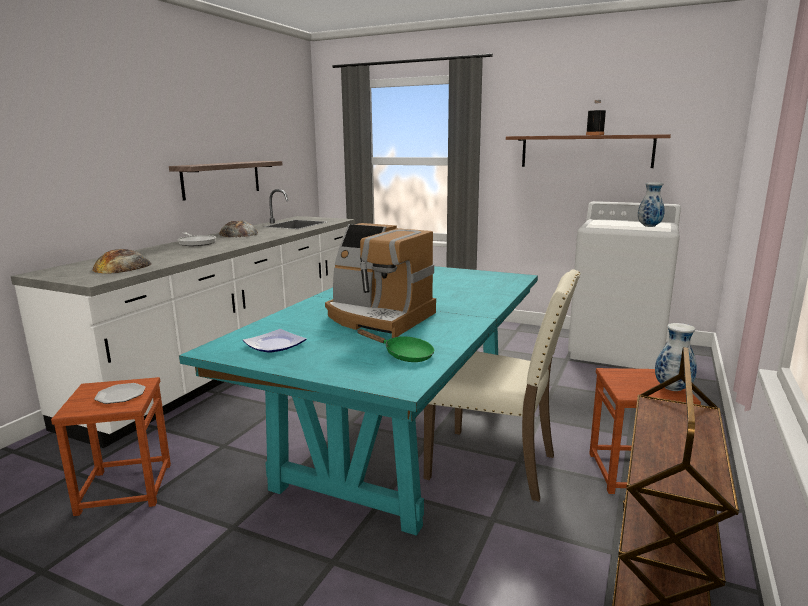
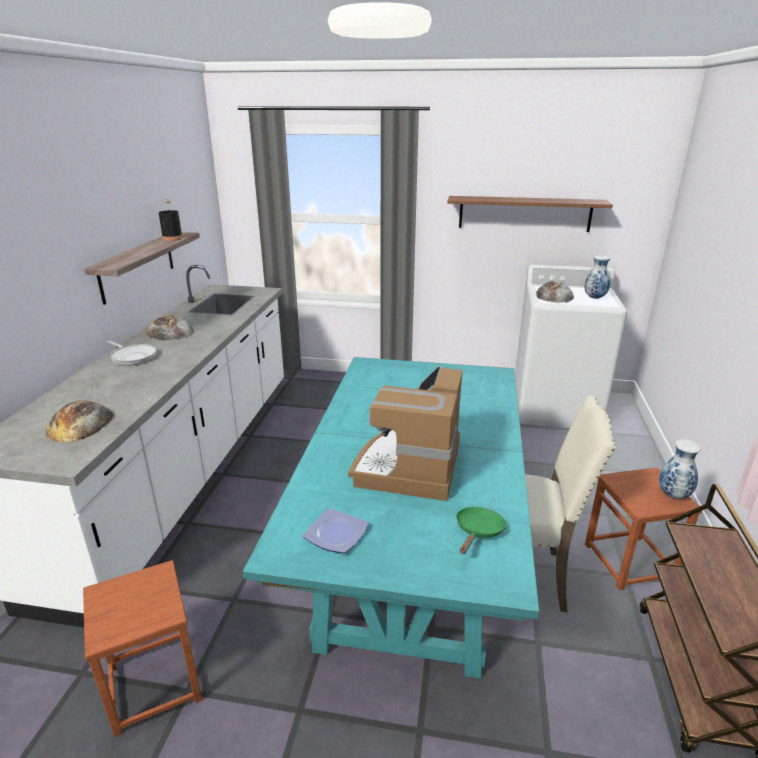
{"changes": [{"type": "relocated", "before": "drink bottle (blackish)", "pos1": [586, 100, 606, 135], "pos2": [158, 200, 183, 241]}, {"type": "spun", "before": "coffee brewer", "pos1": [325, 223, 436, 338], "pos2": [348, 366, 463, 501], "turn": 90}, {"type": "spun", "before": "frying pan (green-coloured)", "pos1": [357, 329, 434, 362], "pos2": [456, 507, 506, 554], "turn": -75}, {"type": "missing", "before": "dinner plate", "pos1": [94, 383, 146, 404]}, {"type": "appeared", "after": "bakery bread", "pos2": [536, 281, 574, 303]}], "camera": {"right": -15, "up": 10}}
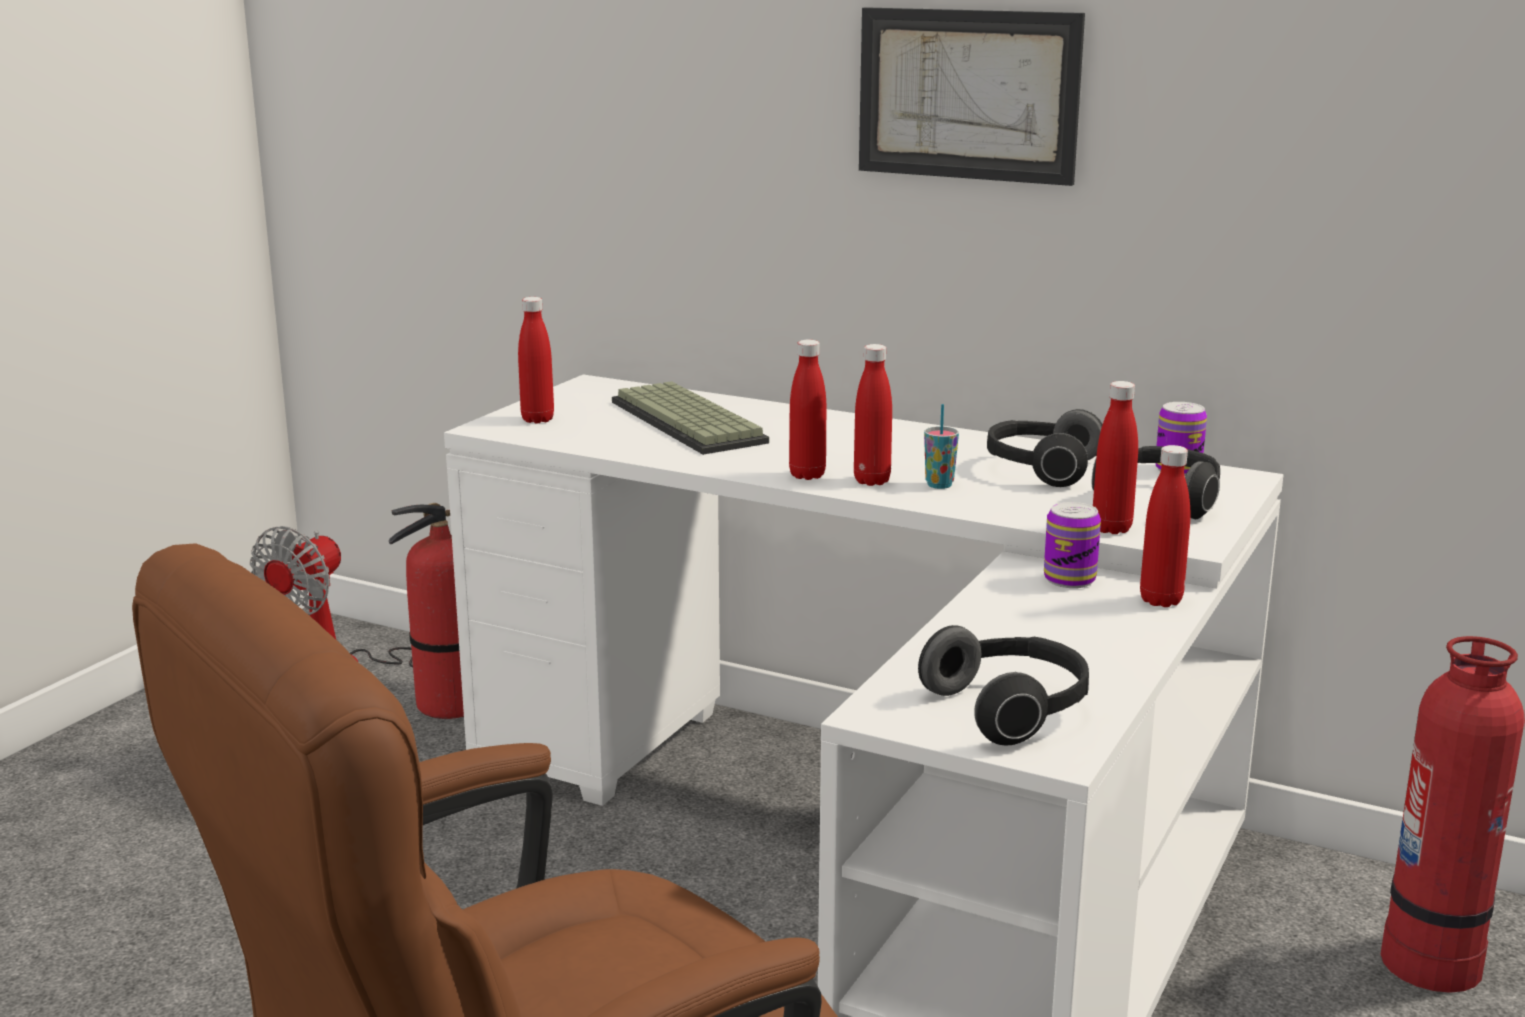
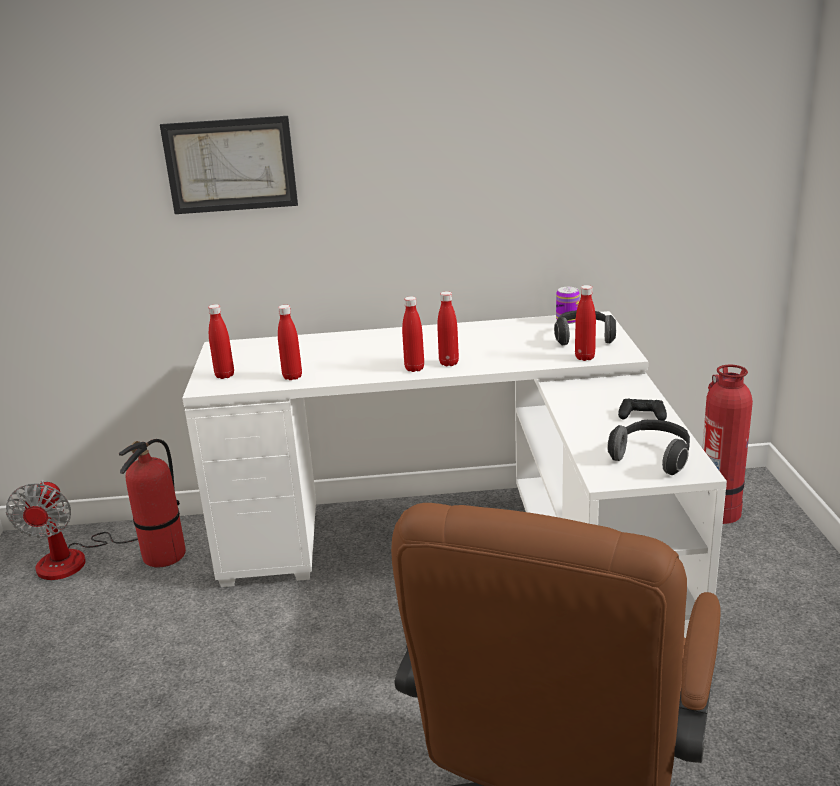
{"changes": [{"type": "relocated", "before": "wall picture", "pos1": [859, 7, 1085, 186], "pos2": [160, 116, 298, 214]}, {"type": "missing", "before": "keyboard", "pos1": [612, 381, 769, 455]}, {"type": "missing", "before": "small cup", "pos1": [924, 404, 959, 489]}, {"type": "missing", "before": "headphones", "pos1": [987, 409, 1103, 487]}, {"type": "relocated", "before": "drink bottle (red)", "pos1": [1140, 445, 1190, 607], "pos2": [278, 305, 302, 380]}, {"type": "missing", "before": "sealed can", "pos1": [1044, 502, 1101, 588]}, {"type": "appeared", "after": "game controller (blackish)", "pos2": [618, 399, 667, 421]}], "camera": {"right": -30, "up": 5}}
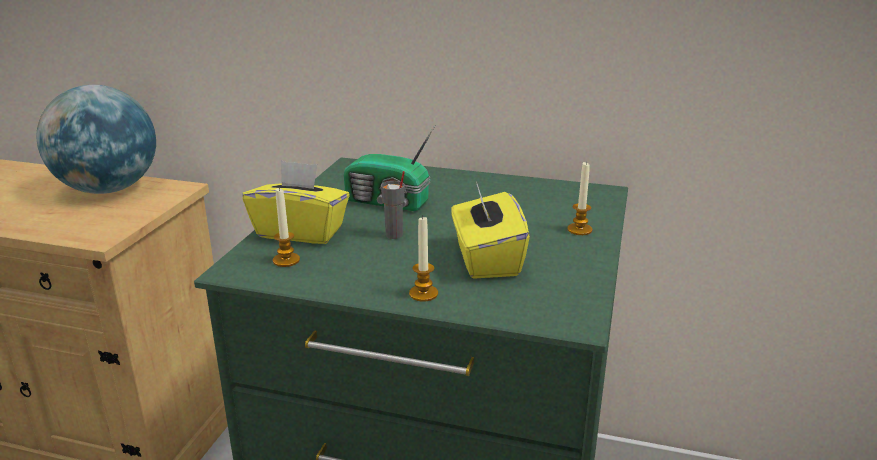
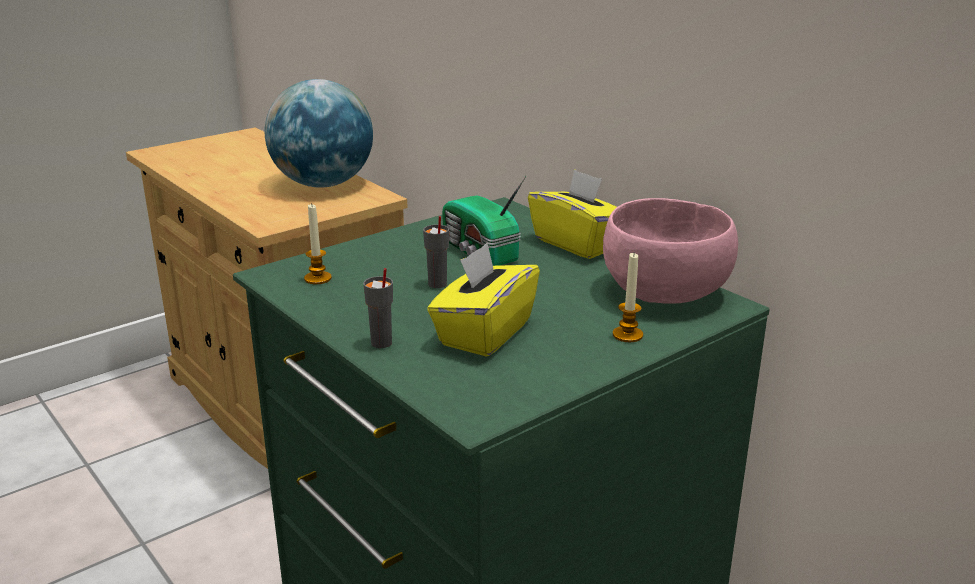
{"changes": [{"type": "relocated", "before": "tissue box (yellow)", "pos1": [242, 160, 350, 244], "pos2": [528, 169, 616, 259]}, {"type": "exchanged", "before": "candle", "after": "small cup (greyish)", "pos1": [409, 215, 438, 302], "pos2": [363, 268, 393, 348]}, {"type": "appeared", "after": "deep dish (pink)", "pos2": [603, 198, 738, 304]}], "camera": {"right": 35, "up": 0}}
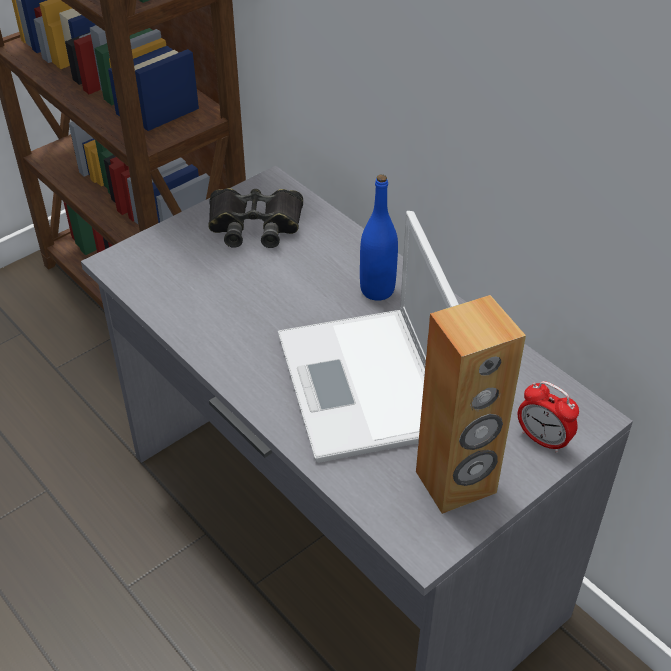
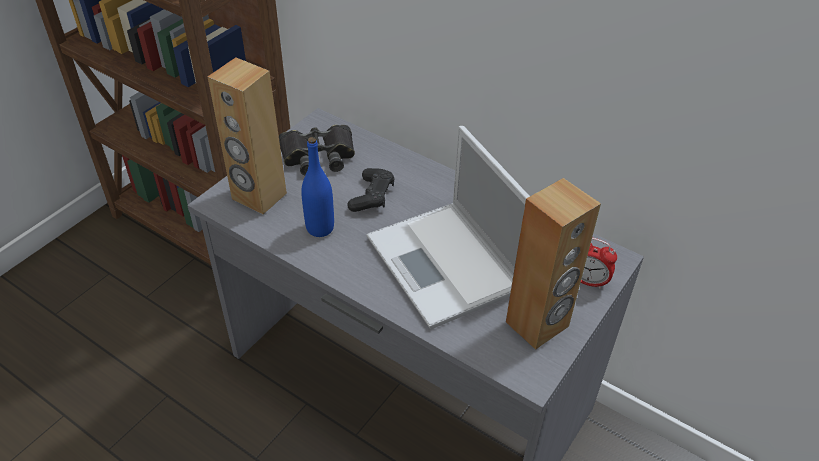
{"changes": [{"type": "relocated", "before": "drink bottle (blue)", "pos1": [360, 174, 398, 301], "pos2": [301, 137, 334, 237]}, {"type": "appeared", "after": "speaker (brown-coloured)", "pos2": [208, 57, 287, 214]}, {"type": "appeared", "after": "game controller (blackish)", "pos2": [347, 168, 394, 212]}], "camera": {"right": -15, "up": 0}}
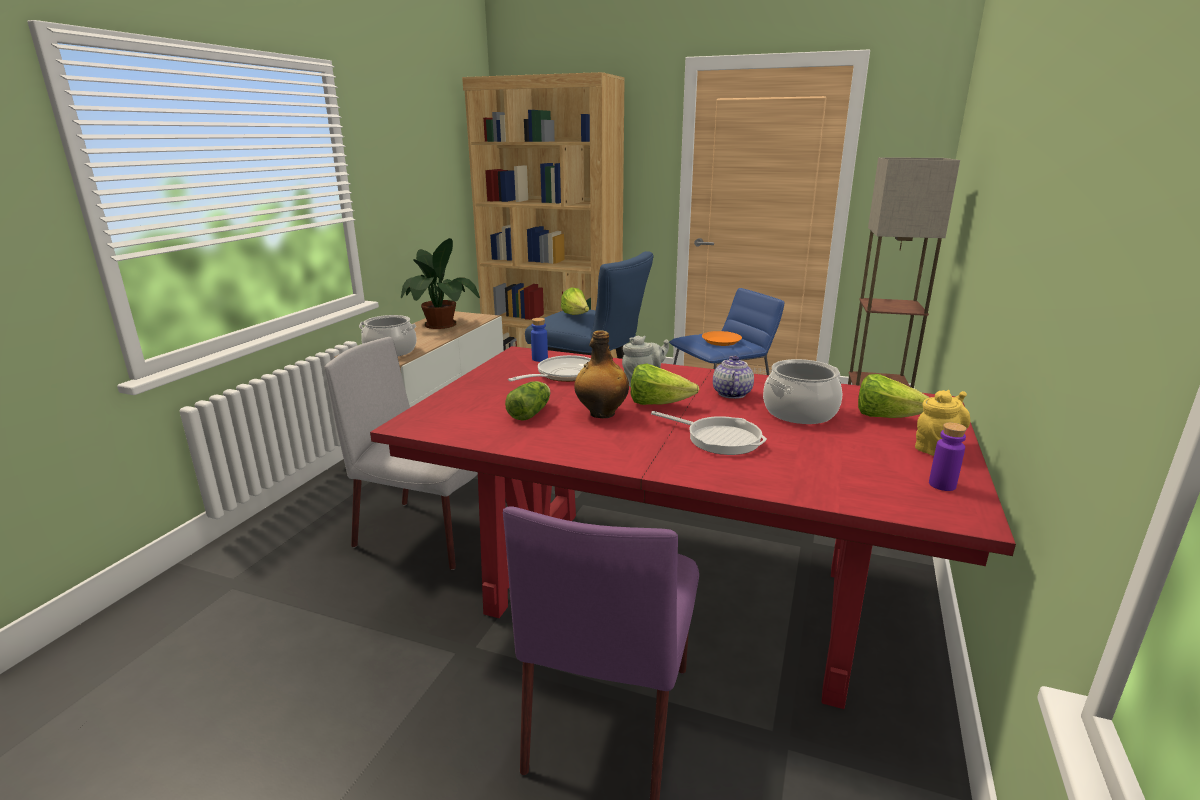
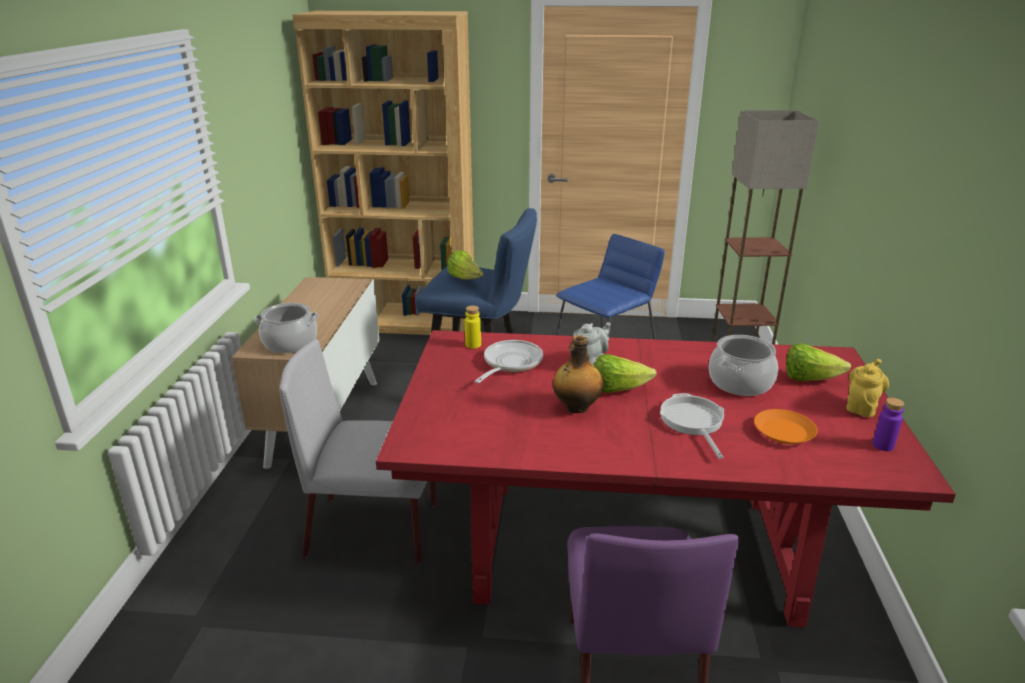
{"changes": [{"type": "missing", "before": "plant in a pot", "pos1": [401, 238, 480, 329]}, {"type": "colour", "before": "drink bottle (blue)", "after": "drink bottle (yellow)", "pos1": [531, 318, 548, 362], "pos2": [465, 306, 481, 349]}, {"type": "relocated", "before": "dinner plate (orangey)", "pos1": [702, 331, 742, 346], "pos2": [754, 409, 818, 444]}, {"type": "missing", "before": "pot for tea", "pos1": [713, 356, 754, 399]}, {"type": "missing", "before": "lettuce", "pos1": [505, 381, 551, 421]}, {"type": "spun", "before": "frying pan", "pos1": [651, 411, 767, 455], "pos2": [660, 393, 724, 459], "turn": -120}], "camera": {"right": -15, "up": 5}}
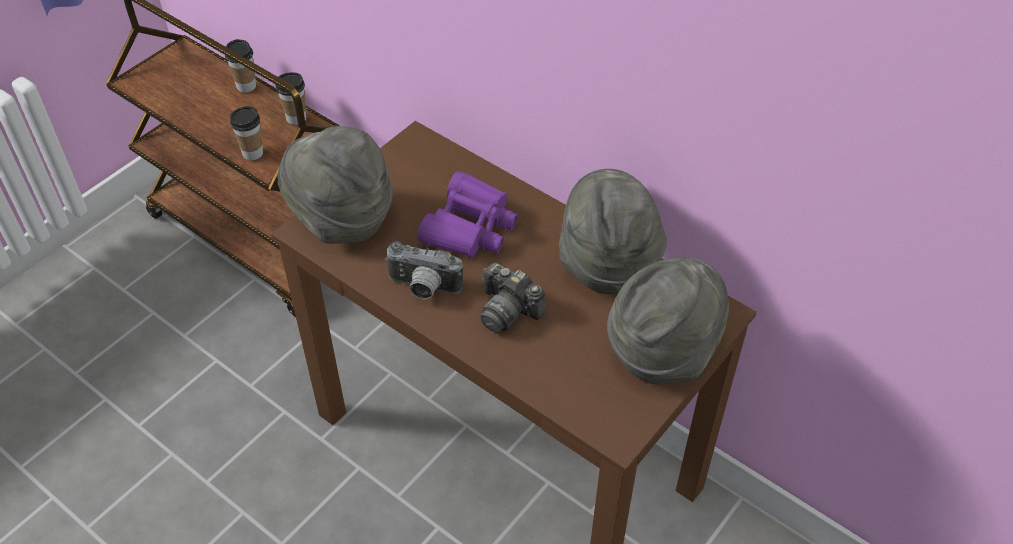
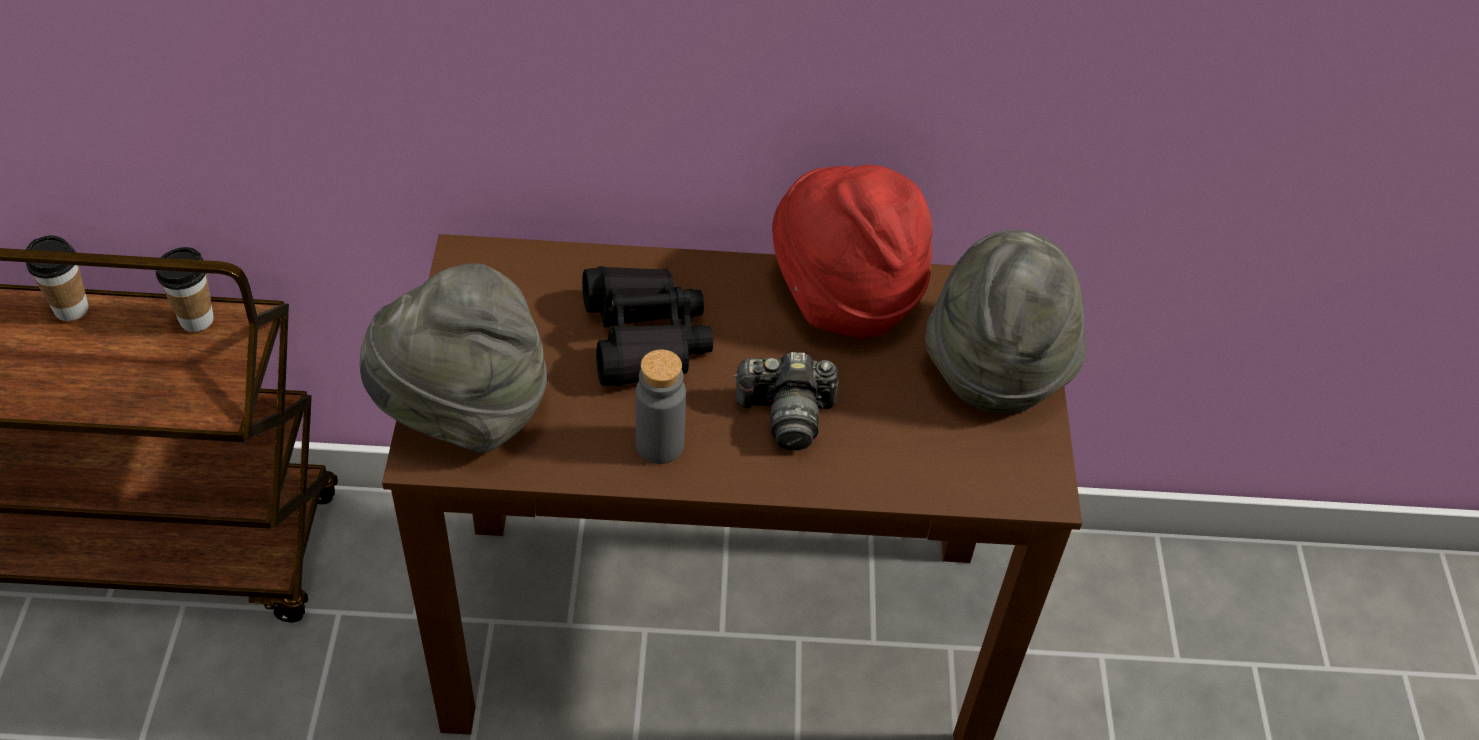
{"changes": [{"type": "missing", "before": "small cup", "pos1": [230, 106, 263, 160]}, {"type": "colour", "before": "wearable hat (greyish)", "after": "wearable hat (red)", "pos1": [559, 169, 667, 294], "pos2": [772, 165, 932, 338]}, {"type": "colour", "before": "pair of binoculars (purple-coloured)", "after": "pair of binoculars (blackish)", "pos1": [417, 171, 518, 258], "pos2": [582, 266, 713, 386]}, {"type": "exchanged", "before": "still camera", "after": "drink bottle (greyish)", "pos1": [385, 241, 463, 299], "pos2": [636, 349, 686, 464]}], "camera": {"right": -40, "up": 0}}
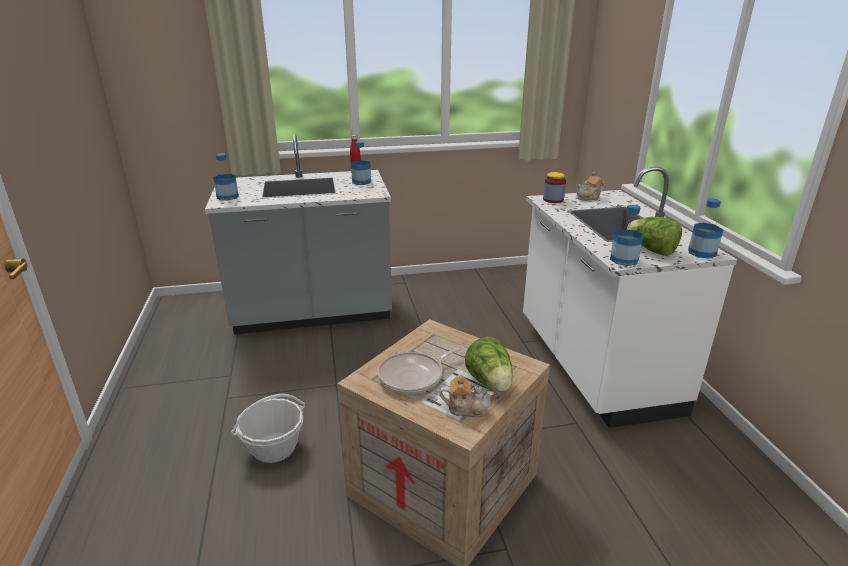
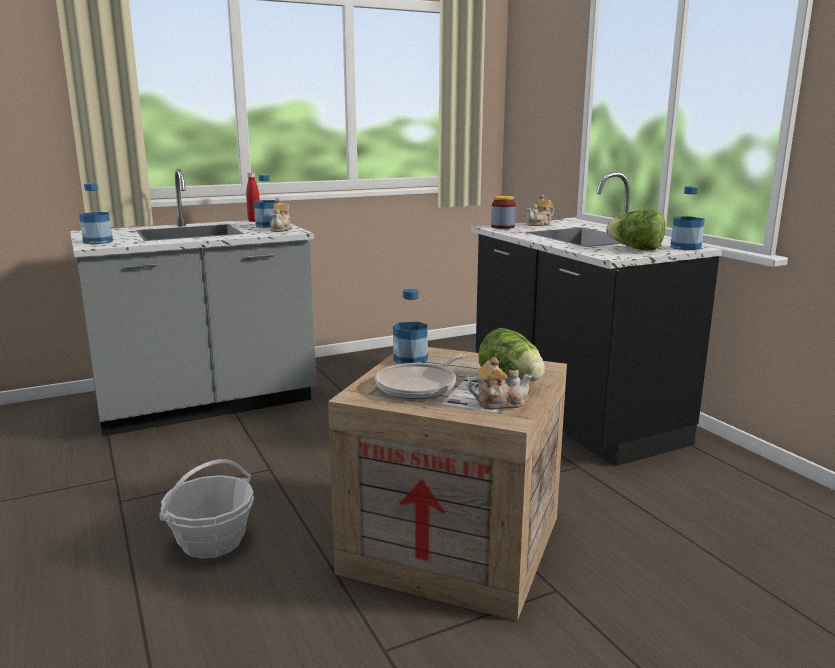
{"changes": [{"type": "colour", "before": "counter (white-coloured)", "after": "counter (blackish)", "pos1": [523, 166, 738, 428], "pos2": [471, 172, 722, 466]}, {"type": "relocated", "before": "drink bottle", "pos1": [610, 205, 643, 266], "pos2": [393, 289, 428, 364]}, {"type": "appeared", "after": "pot for tea", "pos2": [270, 198, 292, 232]}], "camera": {"right": -15, "up": -10}}
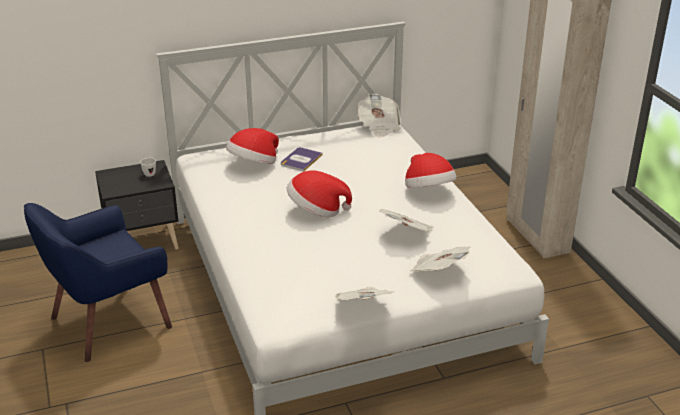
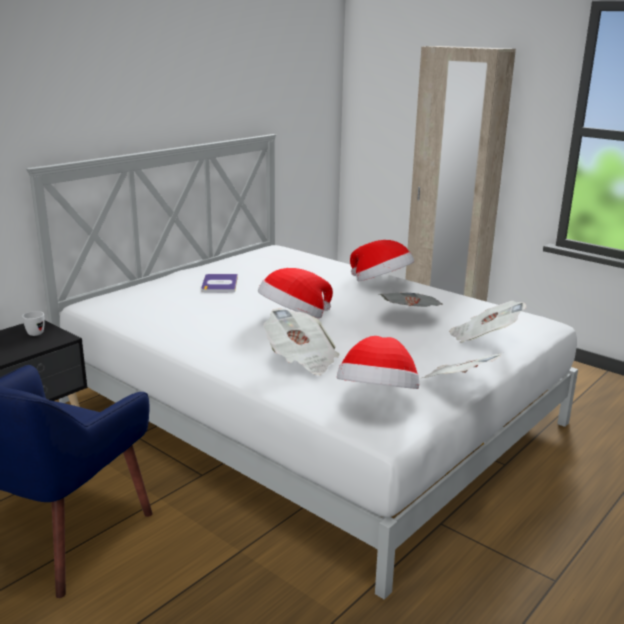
{"changes": [{"type": "relocated", "before": "daily paper", "pos1": [358, 93, 401, 138], "pos2": [263, 308, 340, 375]}, {"type": "relocated", "before": "wearable hat", "pos1": [226, 128, 279, 164], "pos2": [337, 336, 419, 389]}], "camera": {"right": -30, "up": -10}}
